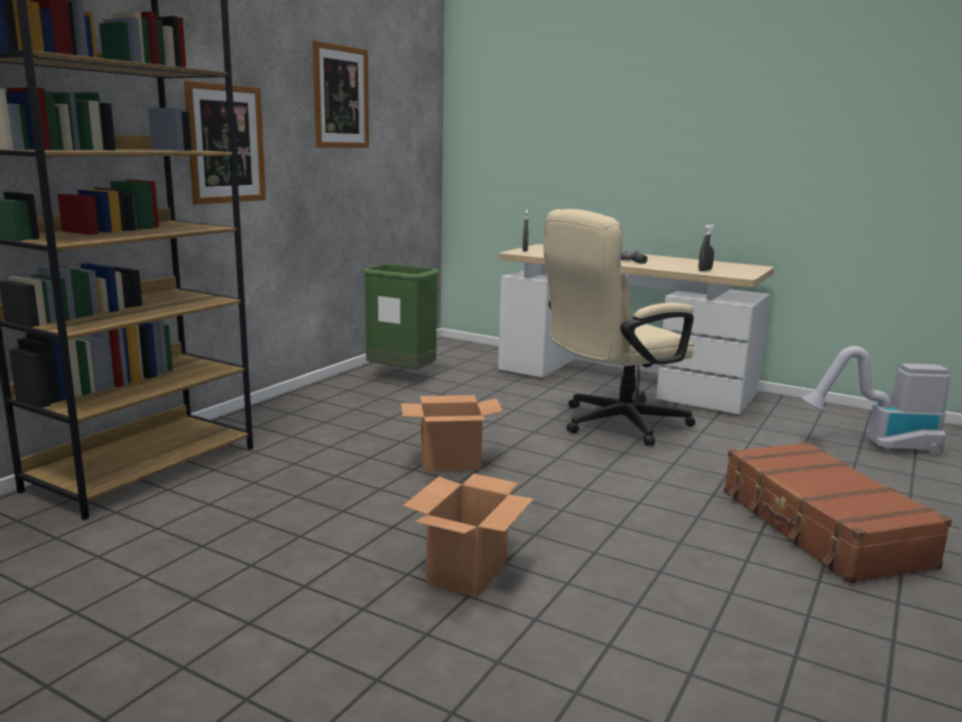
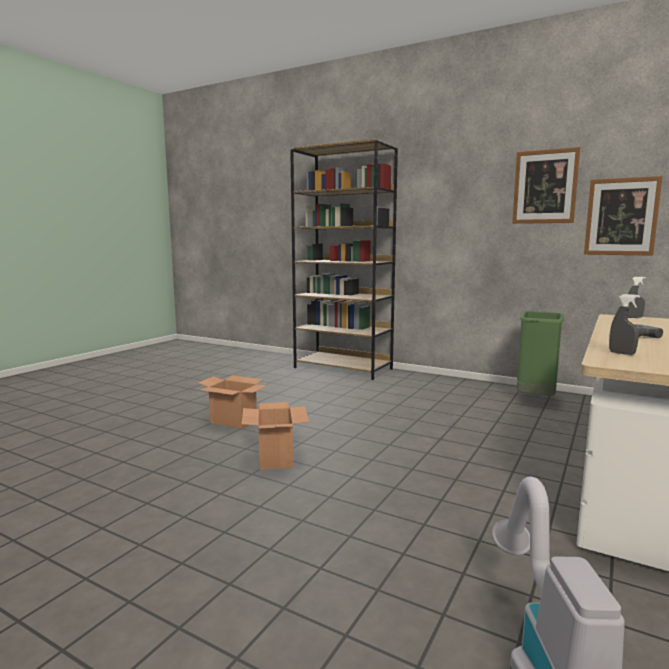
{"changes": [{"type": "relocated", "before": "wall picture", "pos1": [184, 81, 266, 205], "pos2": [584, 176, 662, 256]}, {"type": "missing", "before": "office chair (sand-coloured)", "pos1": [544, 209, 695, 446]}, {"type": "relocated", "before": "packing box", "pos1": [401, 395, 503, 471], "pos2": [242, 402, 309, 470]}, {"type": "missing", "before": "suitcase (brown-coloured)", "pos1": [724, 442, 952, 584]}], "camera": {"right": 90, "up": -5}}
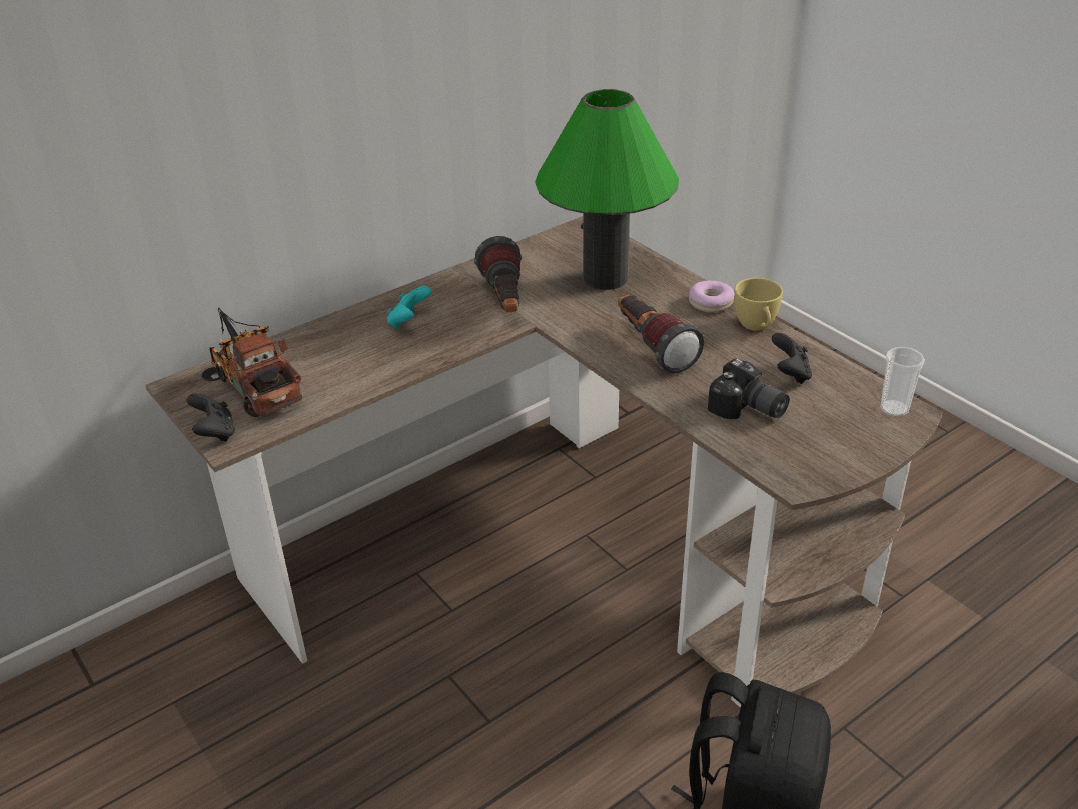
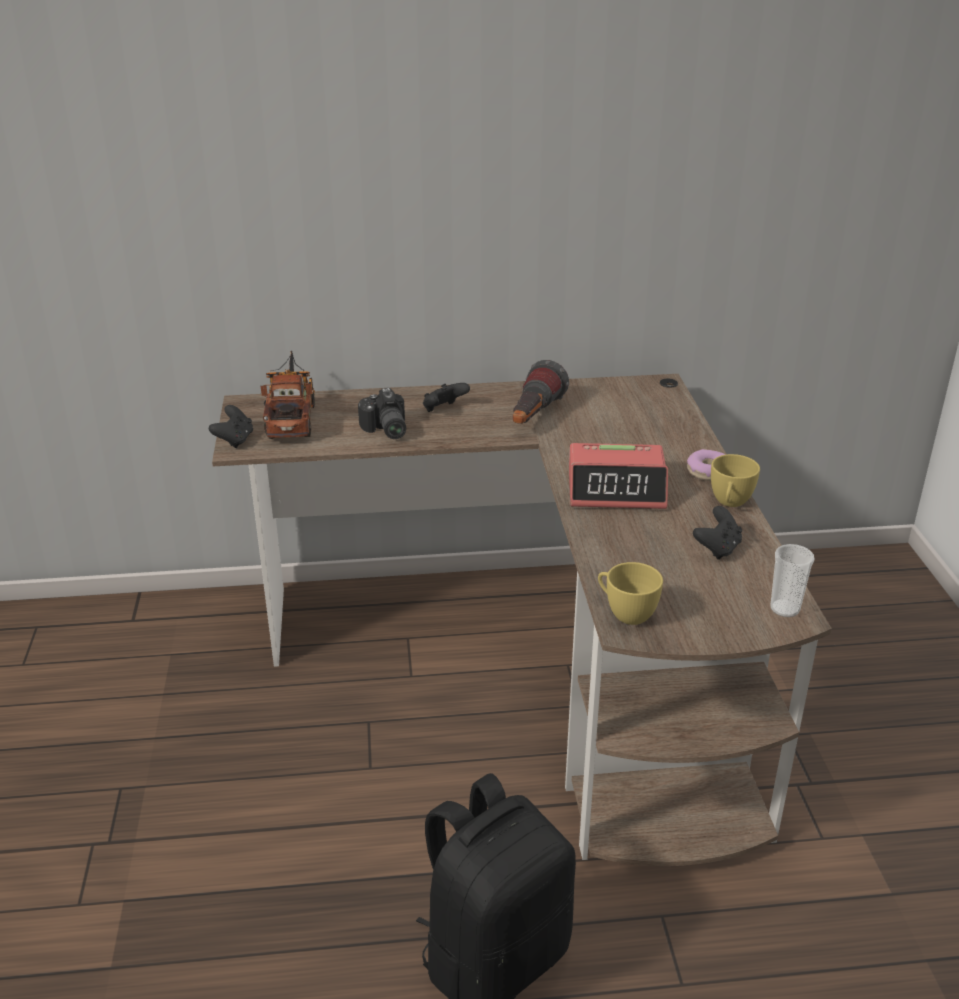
{"changes": [{"type": "missing", "before": "tabletop lamp (green-coloured)", "pos1": [535, 89, 679, 290]}, {"type": "colour", "before": "game controller (turquoise)", "after": "game controller (blackish)", "pos1": [387, 286, 431, 329], "pos2": [423, 383, 470, 412]}, {"type": "exchanged", "before": "hand torch", "after": "alarm clock", "pos1": [618, 295, 704, 374], "pos2": [569, 443, 668, 509]}, {"type": "relocated", "before": "still camera", "pos1": [708, 358, 790, 419], "pos2": [358, 388, 406, 439]}, {"type": "appeared", "after": "small cup (yellow)", "pos2": [598, 562, 663, 625]}], "camera": {"right": 30, "up": -5}}
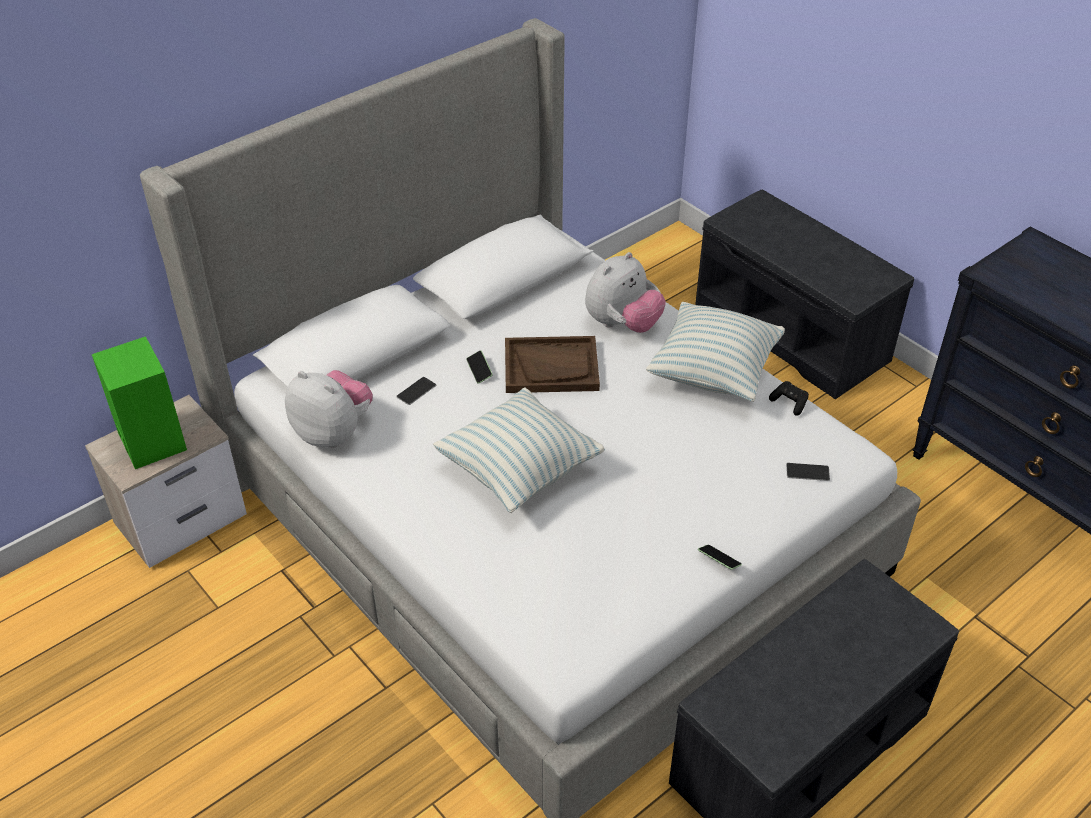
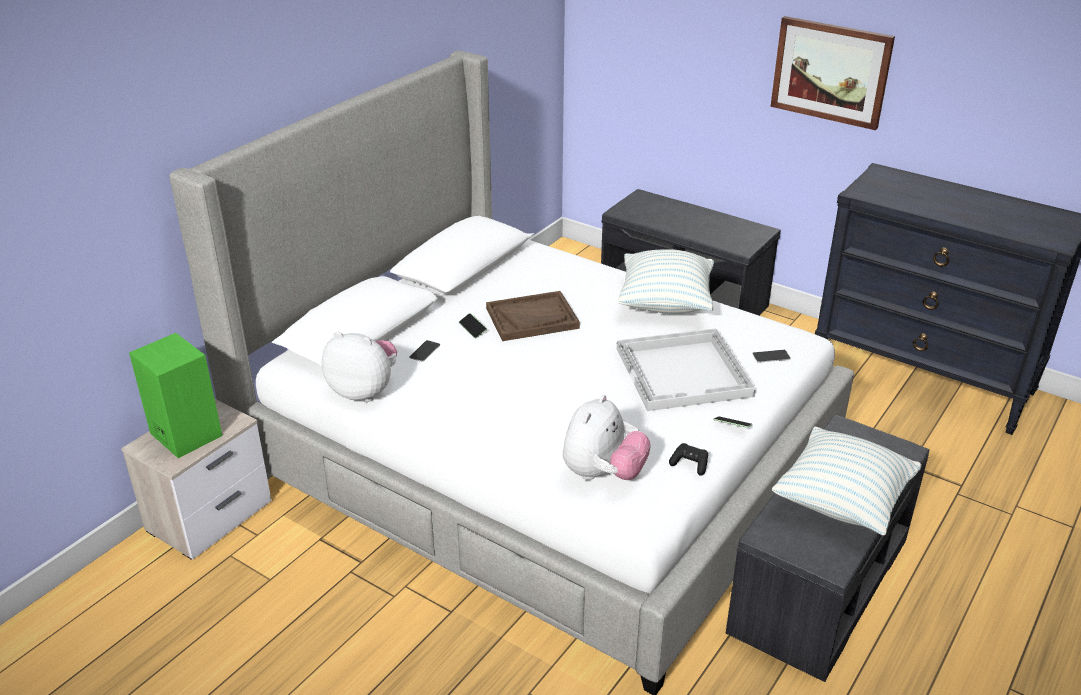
{"changes": [{"type": "relocated", "before": "soft toy", "pos1": [585, 252, 666, 333], "pos2": [563, 395, 651, 480]}, {"type": "relocated", "before": "game controller (blackish)", "pos1": [769, 381, 809, 416], "pos2": [669, 443, 708, 476]}, {"type": "relocated", "before": "cushion", "pos1": [433, 387, 605, 513], "pos2": [772, 427, 921, 536]}, {"type": "appeared", "after": "wall picture", "pos2": [770, 16, 895, 130]}, {"type": "appeared", "after": "carrying tray (white-coloured)", "pos2": [617, 328, 756, 411]}], "camera": {"right": -15, "up": -10}}
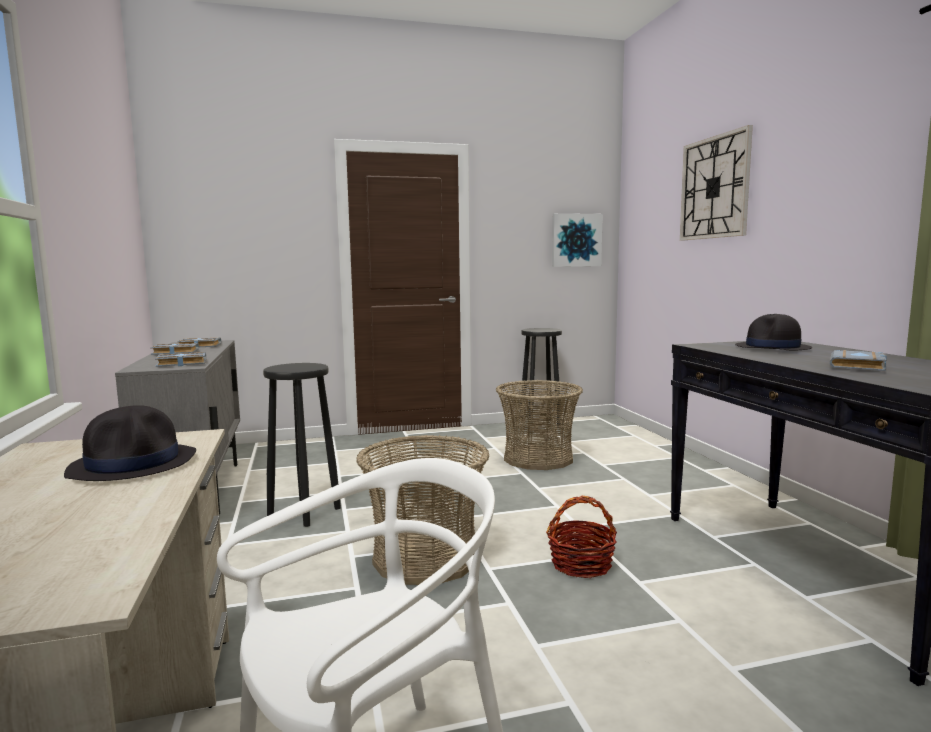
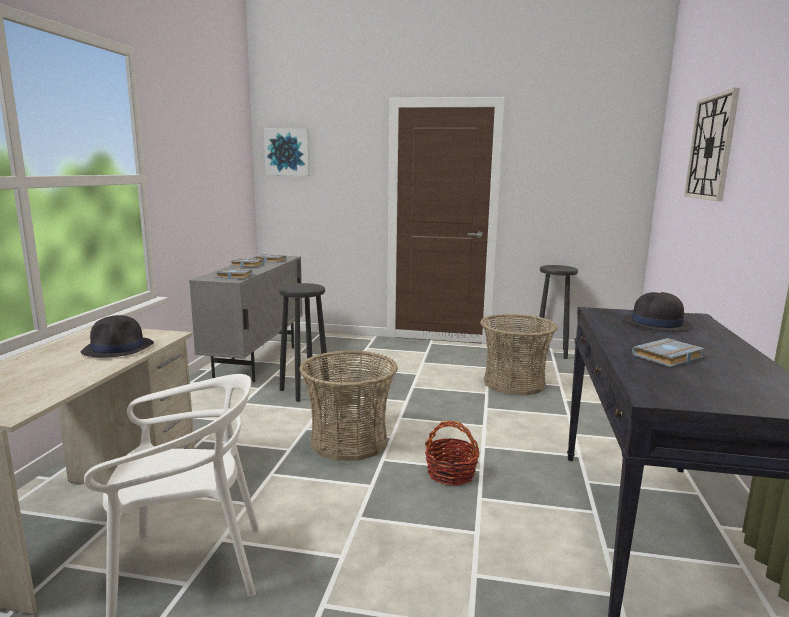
{"changes": [{"type": "relocated", "before": "wall picture", "pos1": [552, 213, 603, 267], "pos2": [264, 128, 310, 176]}], "camera": {"right": 25, "up": 5}}
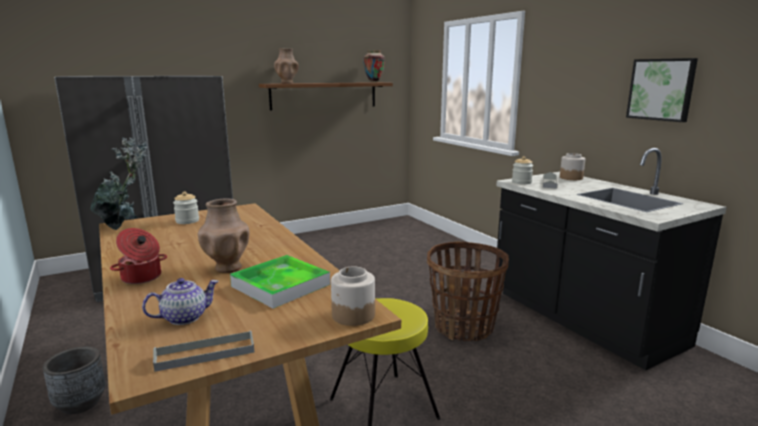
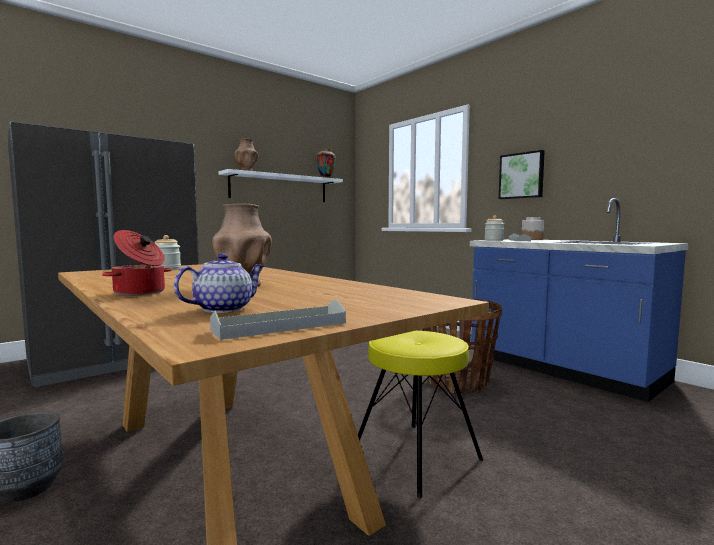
{"changes": [{"type": "relocated", "before": "wall picture", "pos1": [626, 58, 698, 122], "pos2": [499, 150, 545, 199]}, {"type": "colour", "before": "wall shelf (brown-coloured)", "after": "wall shelf (white-coloured)", "pos1": [259, 82, 393, 110], "pos2": [218, 169, 343, 202]}, {"type": "missing", "before": "plant in a pot", "pos1": [90, 137, 147, 230]}, {"type": "colour", "before": "counter (blackish)", "after": "counter (blue)", "pos1": [496, 148, 727, 370], "pos2": [470, 198, 688, 402]}, {"type": "missing", "before": "carrying tray", "pos1": [230, 255, 330, 309]}, {"type": "missing", "before": "preserve jar", "pos1": [331, 266, 375, 326]}], "camera": {"right": -10, "up": -10}}
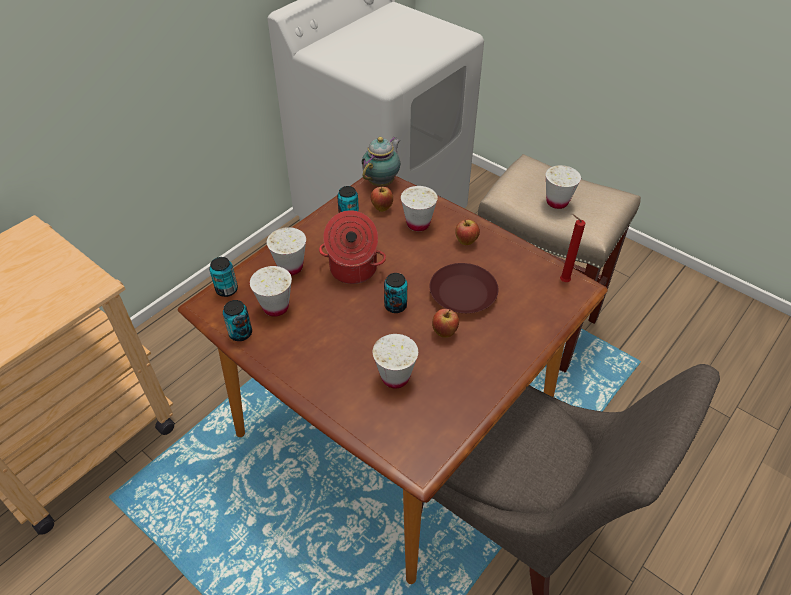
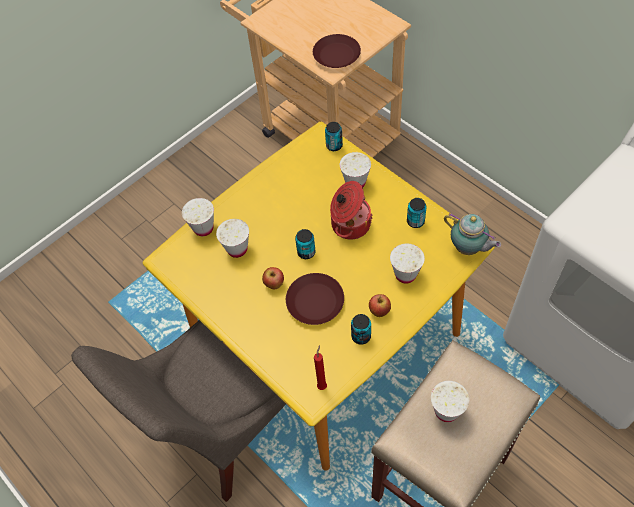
{"changes": [{"type": "colour", "before": "kitchen table (brown-coloured)", "after": "kitchen table (yellow)", "pos1": [178, 175, 608, 584], "pos2": [143, 122, 495, 471]}, {"type": "missing", "before": "apple", "pos1": [371, 184, 393, 212]}, {"type": "relocated", "before": "small cup (white-coloured)", "pos1": [250, 266, 292, 317], "pos2": [182, 198, 214, 236]}, {"type": "relocated", "before": "sealed can", "pos1": [223, 300, 252, 341], "pos2": [351, 314, 371, 345]}, {"type": "appeared", "after": "dinner plate (brown-coloured)", "pos2": [313, 34, 361, 68]}], "camera": {"right": 100, "up": 10}}
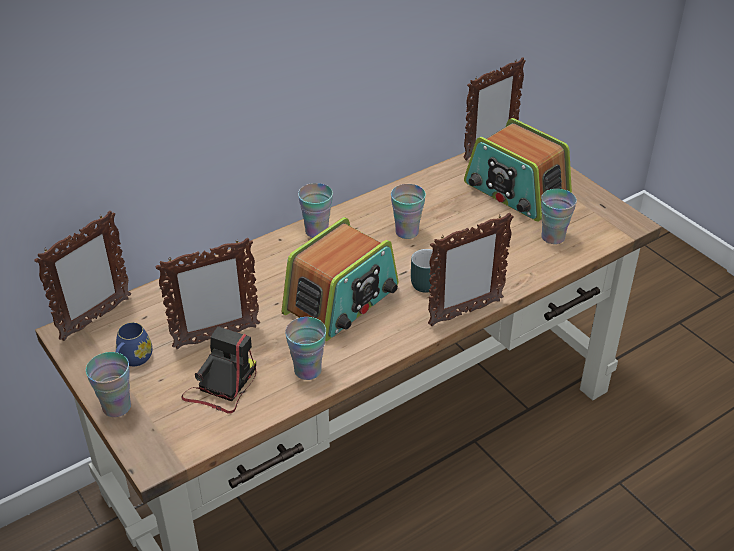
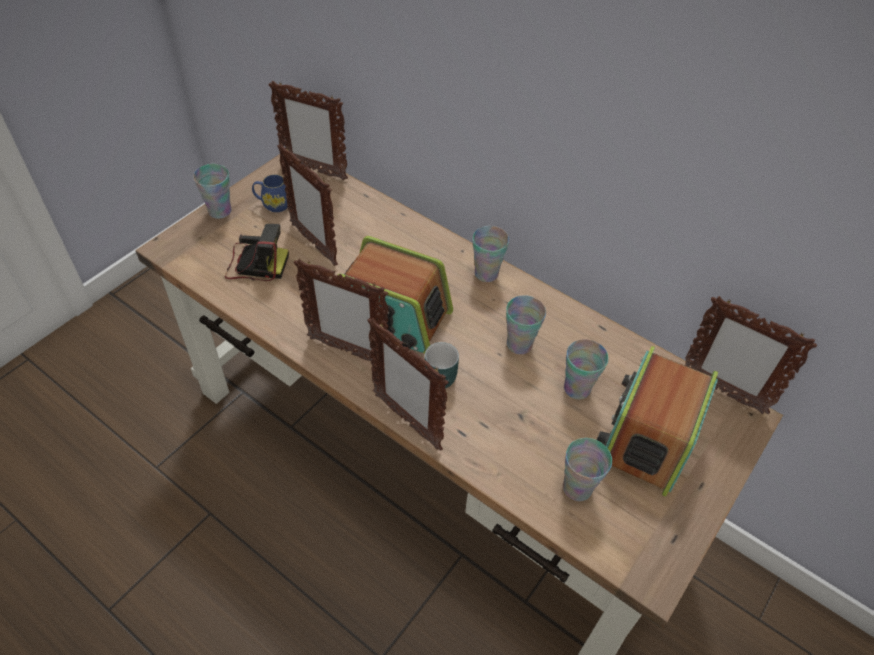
{"changes": [{"type": "relocated", "before": "small cup", "pos1": [285, 317, 326, 380], "pos2": [564, 339, 609, 399]}, {"type": "appeared", "after": "photo frame", "pos2": [293, 259, 389, 361]}], "camera": {"right": 70, "up": 10}}
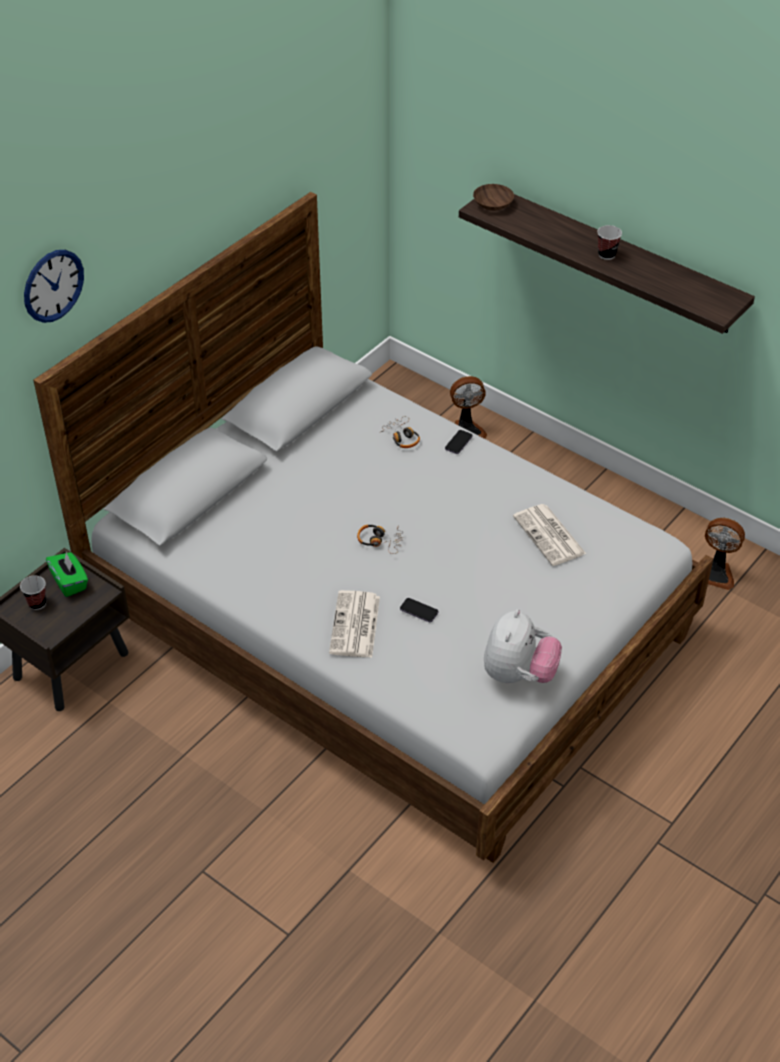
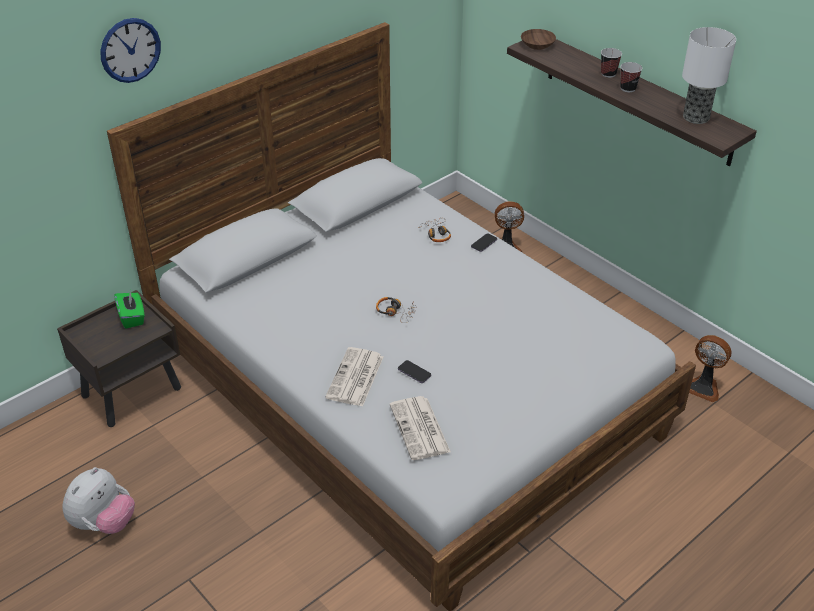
{"changes": [{"type": "relocated", "before": "daily paper", "pos1": [513, 504, 586, 566], "pos2": [390, 396, 451, 460]}, {"type": "relocated", "before": "small cup", "pos1": [20, 576, 46, 610], "pos2": [601, 48, 622, 78]}, {"type": "relocated", "before": "soft toy", "pos1": [484, 609, 562, 683], "pos2": [62, 467, 135, 534]}, {"type": "appeared", "after": "tabletop lamp", "pos2": [682, 27, 736, 124]}], "camera": {"right": 10, "up": -5}}
